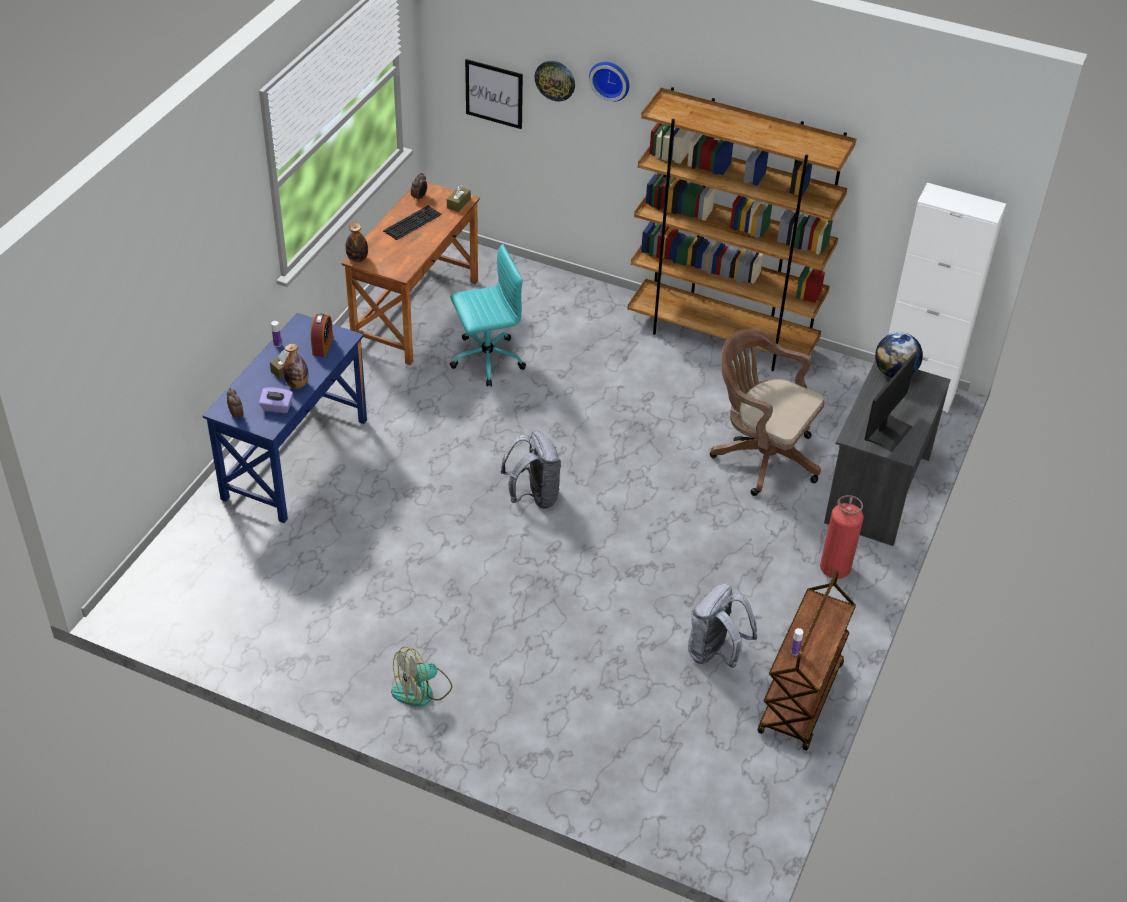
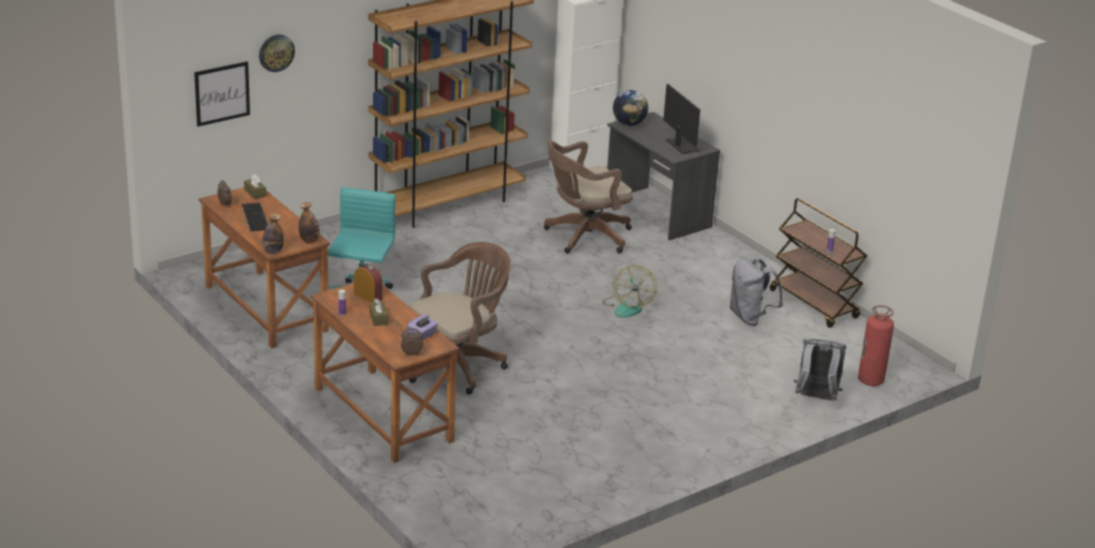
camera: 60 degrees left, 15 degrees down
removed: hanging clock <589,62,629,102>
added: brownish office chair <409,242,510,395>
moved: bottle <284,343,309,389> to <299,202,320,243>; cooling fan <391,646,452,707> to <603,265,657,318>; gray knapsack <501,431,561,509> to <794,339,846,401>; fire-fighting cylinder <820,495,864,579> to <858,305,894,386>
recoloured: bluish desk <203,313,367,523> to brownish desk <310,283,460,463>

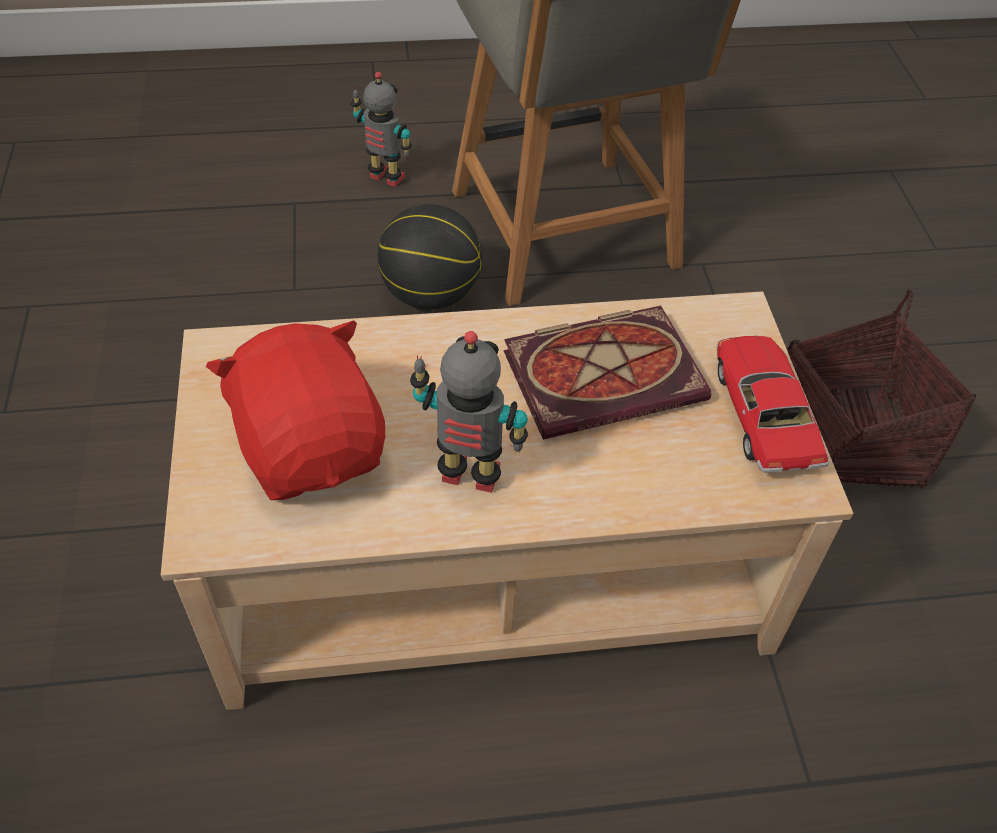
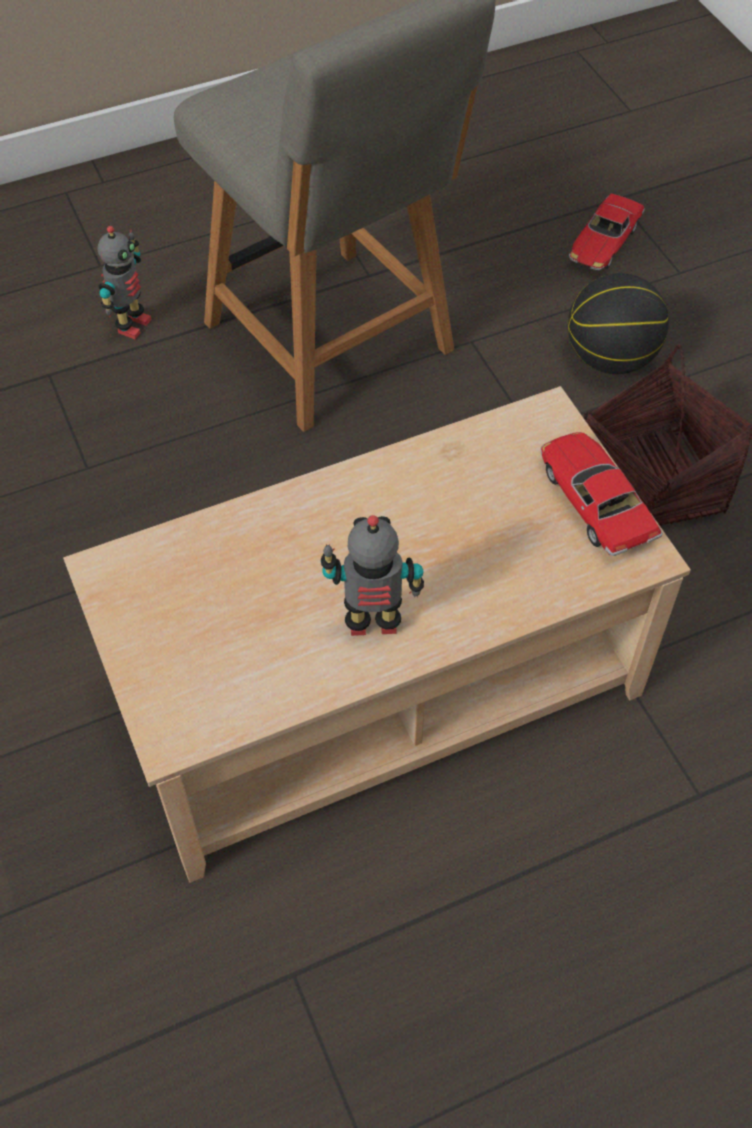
camera: 15 degrees left, 5 degrees up
removed: reddish soft toy <206,320,385,500>; book <504,306,711,440>
added: toy car <569,194,645,270>
moved: ball for basketball <378,204,482,310> to <567,273,669,374>
turned: toy robot <351,72,412,187> = <97,226,152,339> 105 degrees clockwise

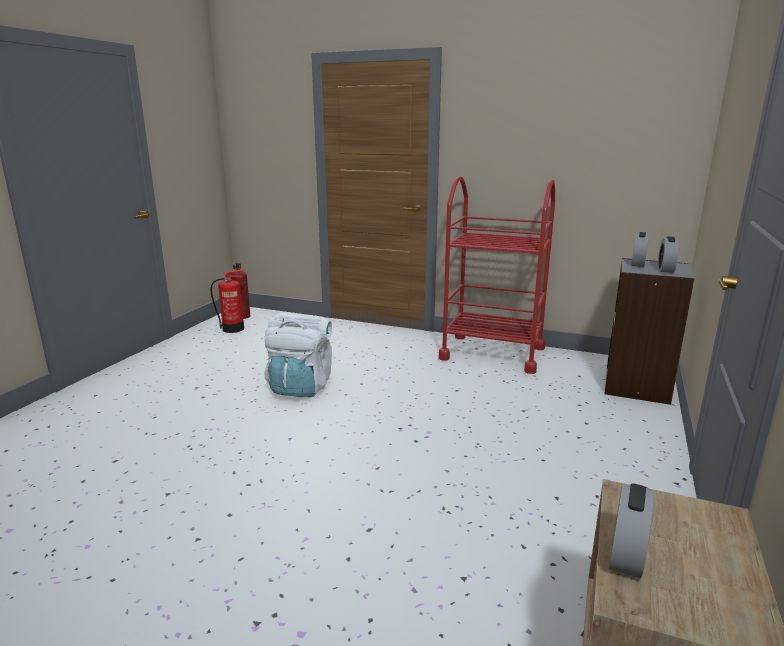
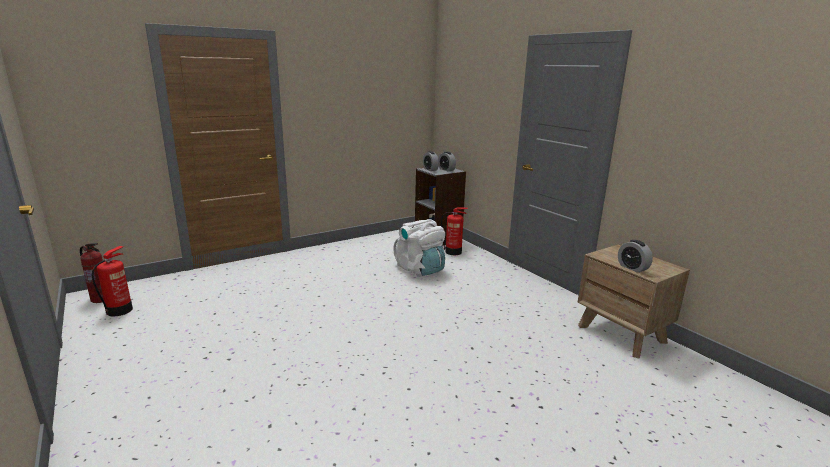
camera: 55 degrees left, 0 degrees up
removed: reddish cart <439,176,555,374>
added: fire-fighting cylinder <441,207,468,255>
moved: white-coloured knapsack <264,313,332,398> to <393,219,445,277>

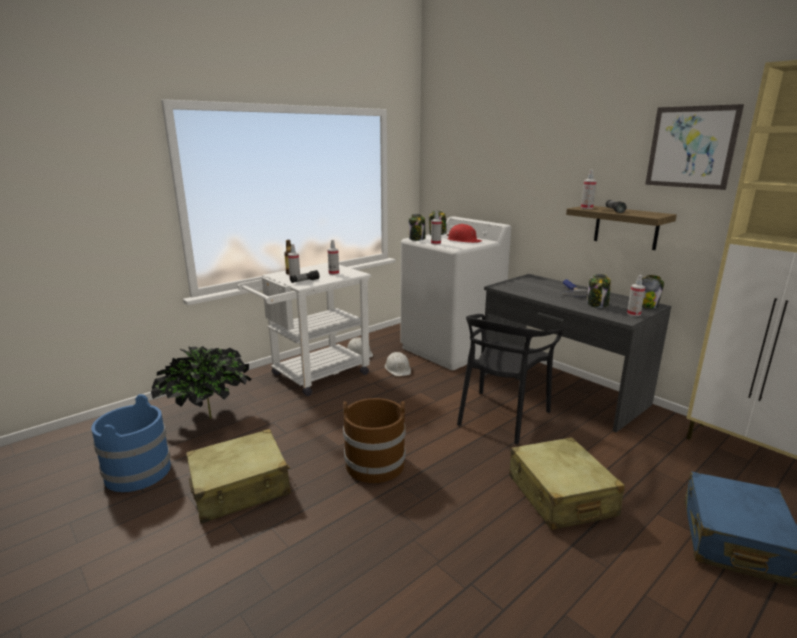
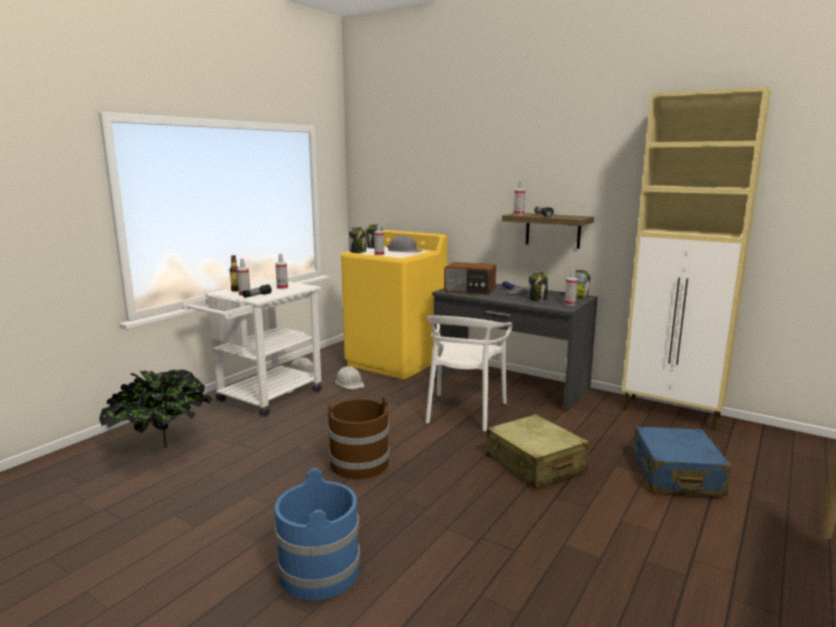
camera: 15 degrees left, 5 degrees down
removed: sand-coloured piece of luggage <186,429,291,524>; wall art <645,104,744,190>
added: radio receiver <444,262,496,295>
moved: bluish pail <91,394,171,492> to <274,468,360,600>
recoloured: white-coloured washing machine <401,216,511,370> to yellow-coloured washing machine <341,230,447,379>; reddish work helmet <447,224,482,243> to gray work helmet <386,235,422,252>; blackish upright chair <457,314,563,444> to white-coloured upright chair <426,316,512,431>

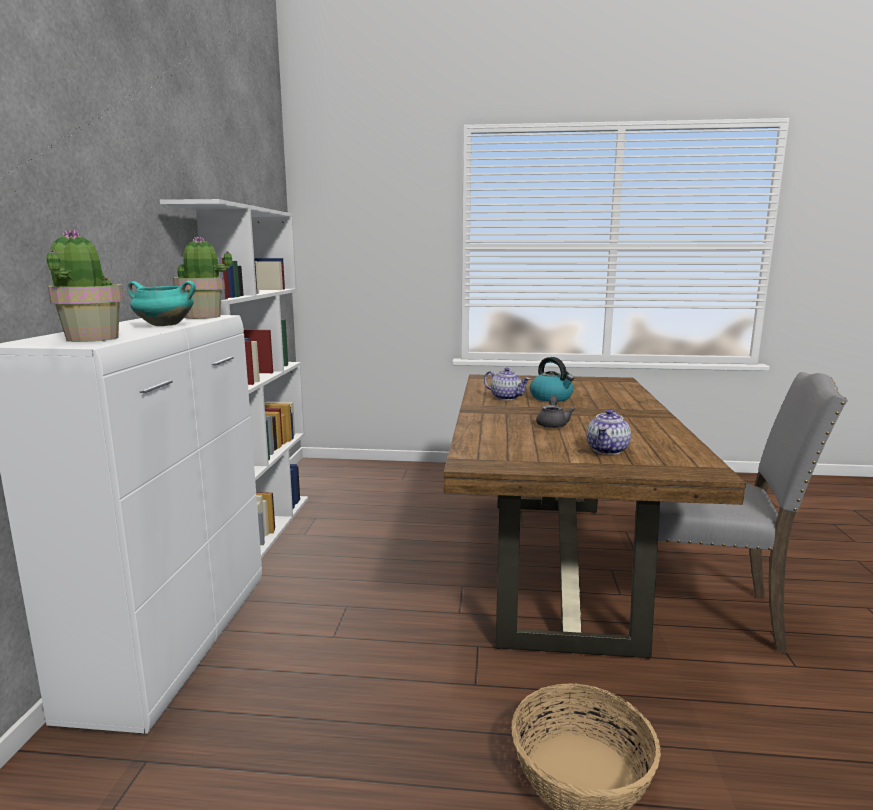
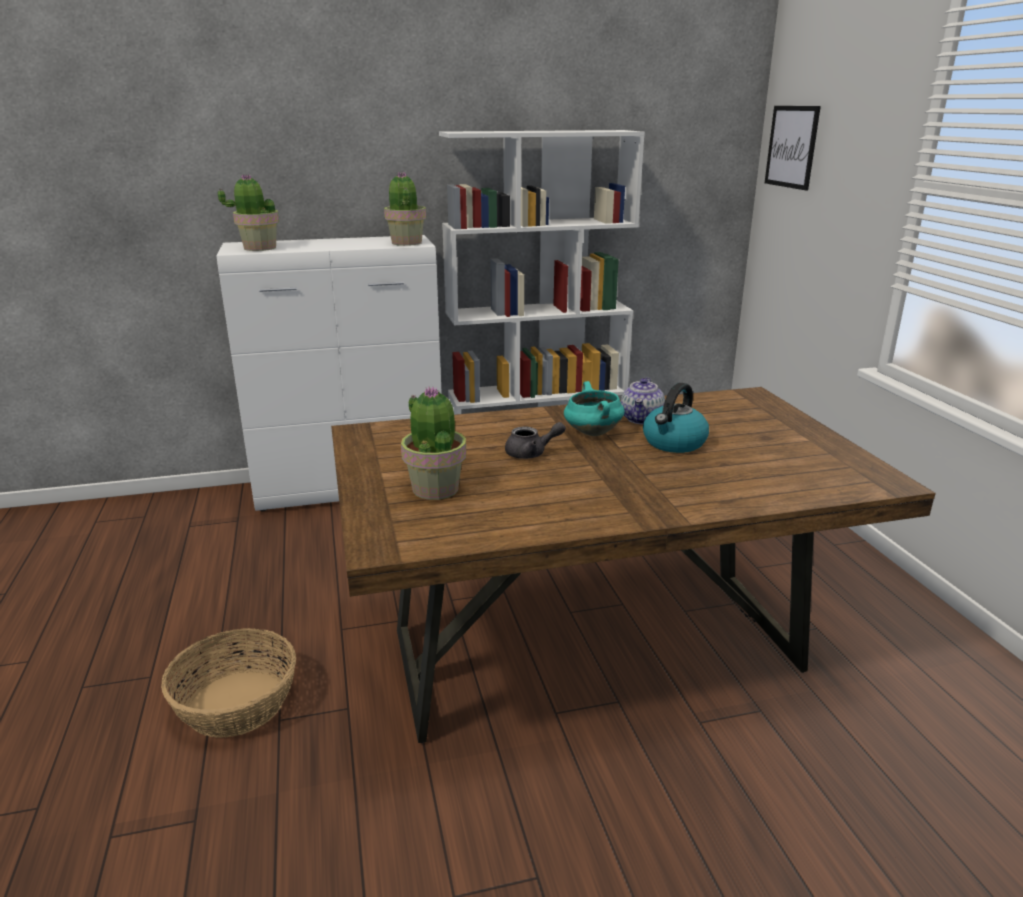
camera: 70 degrees right, 10 degrees up
removed: gray upright chair <632,372,848,653>
added: wall art <765,106,821,190>
moved: turquoise-coloured stockpot <127,281,196,326> to <564,381,625,436>
replaced: tea pot <586,409,631,455> to houseplant <401,387,466,500>

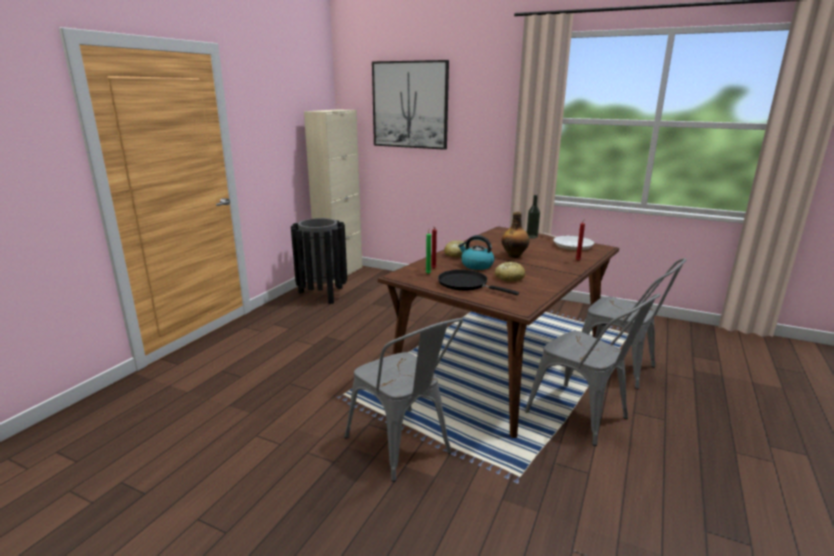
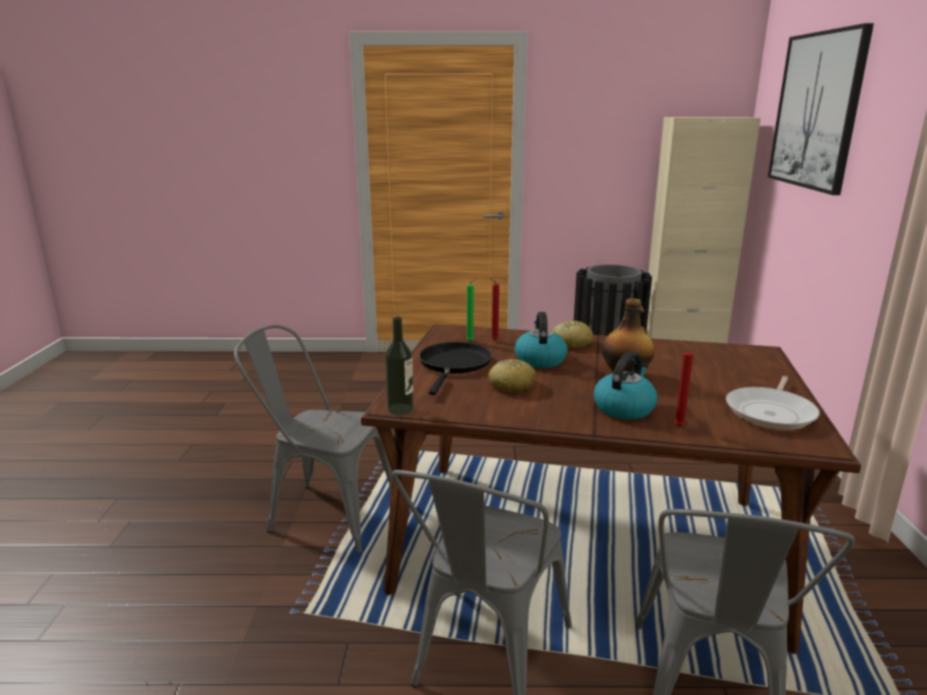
camera: 65 degrees right, 0 degrees up
added: kettle <593,352,657,419>
moved: bottle <526,195,540,239> to <385,317,414,415>
turned: gray upright chair <344,318,463,482> = <234,325,392,553> 75 degrees clockwise

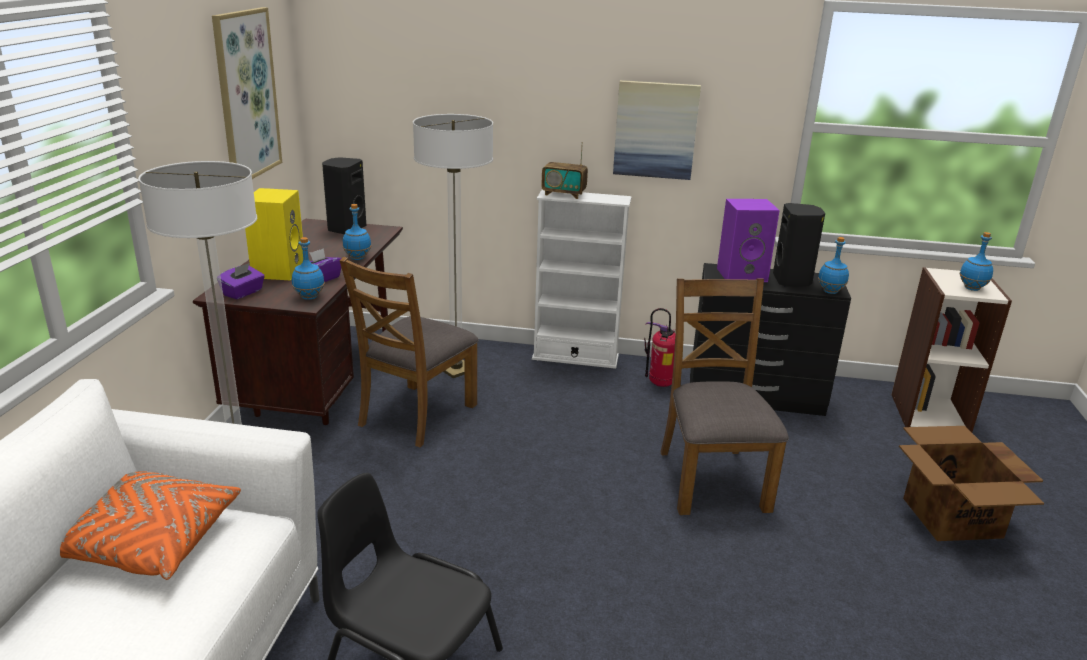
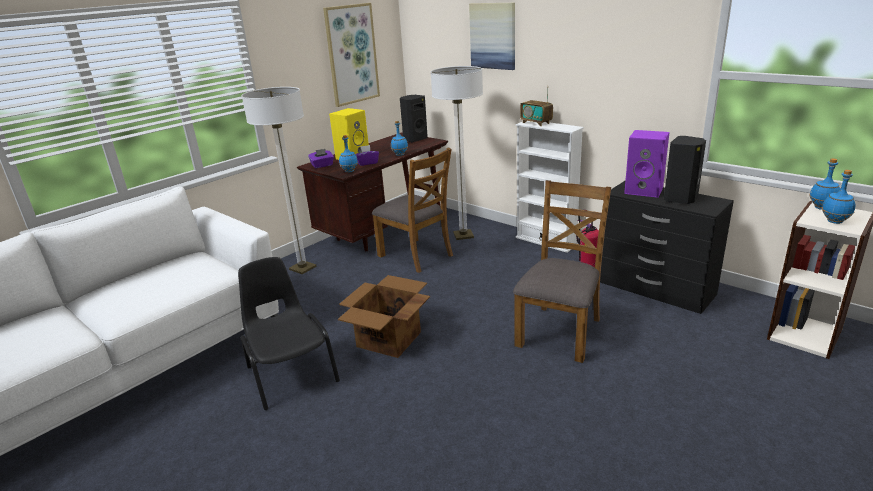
camera: 35 degrees right, 0 degrees up
removed: orange-coloured pillow <60,471,241,580>
moved: wall art <613,80,701,180> to <469,3,515,70>; bluish bottle <818,237,849,294> to <810,158,840,210>; cardboard box <899,426,1044,541> to <338,275,430,358>
turned: brownish upright chair <339,257,479,447> = <372,147,453,273> 105 degrees counterclockwise

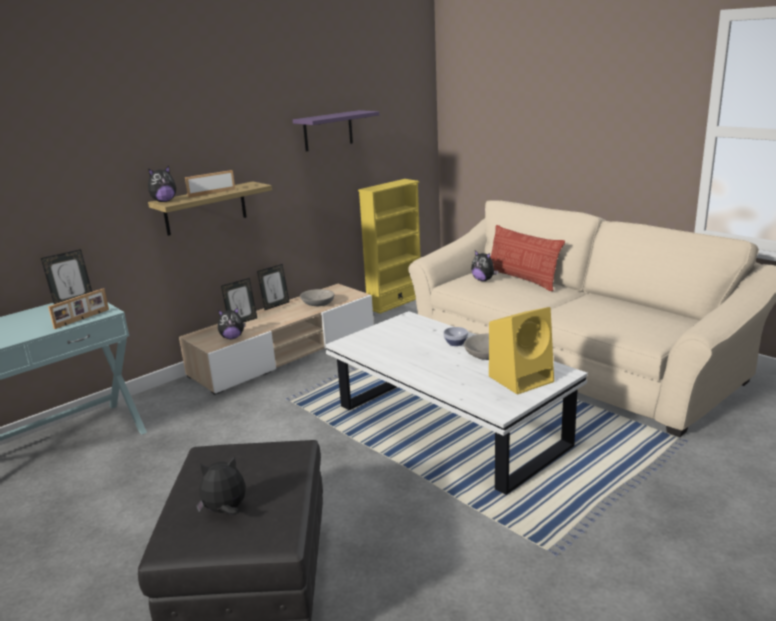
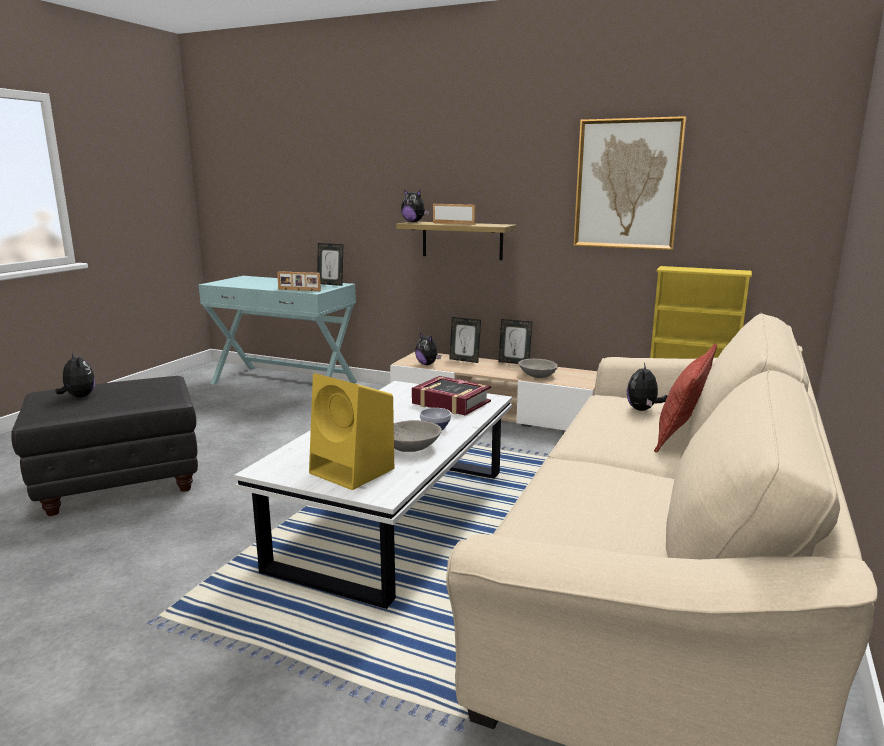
camera: 65 degrees right, 5 degrees down
added: book <412,376,491,415>
replaced: purplish wall shelf <293,110,379,152> to wall art <573,116,686,250>

